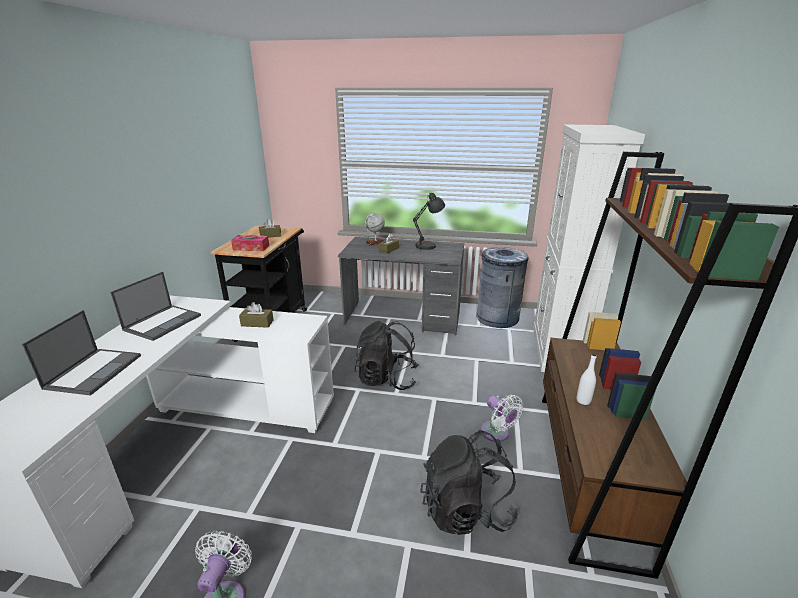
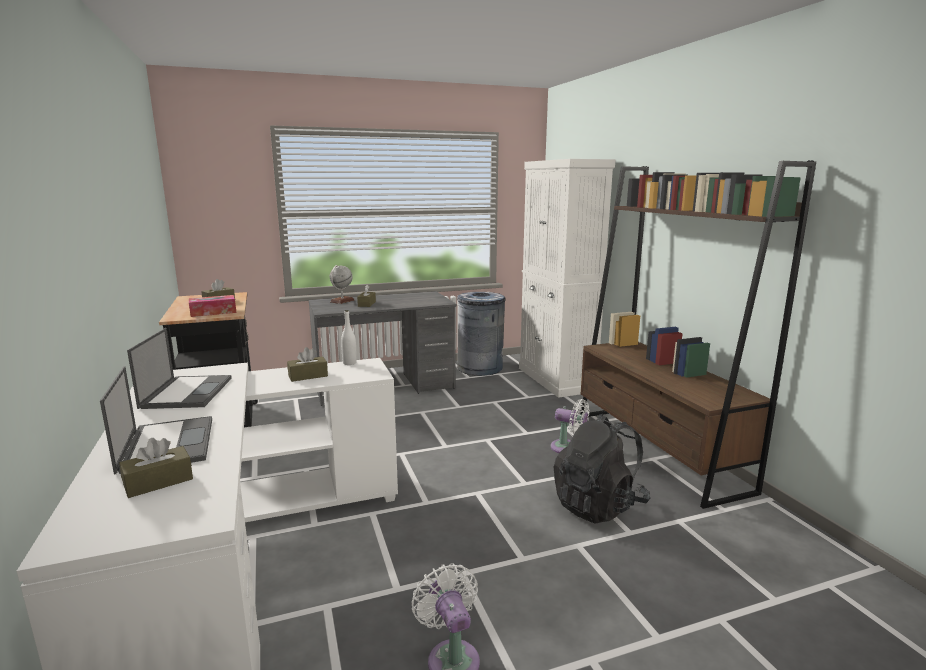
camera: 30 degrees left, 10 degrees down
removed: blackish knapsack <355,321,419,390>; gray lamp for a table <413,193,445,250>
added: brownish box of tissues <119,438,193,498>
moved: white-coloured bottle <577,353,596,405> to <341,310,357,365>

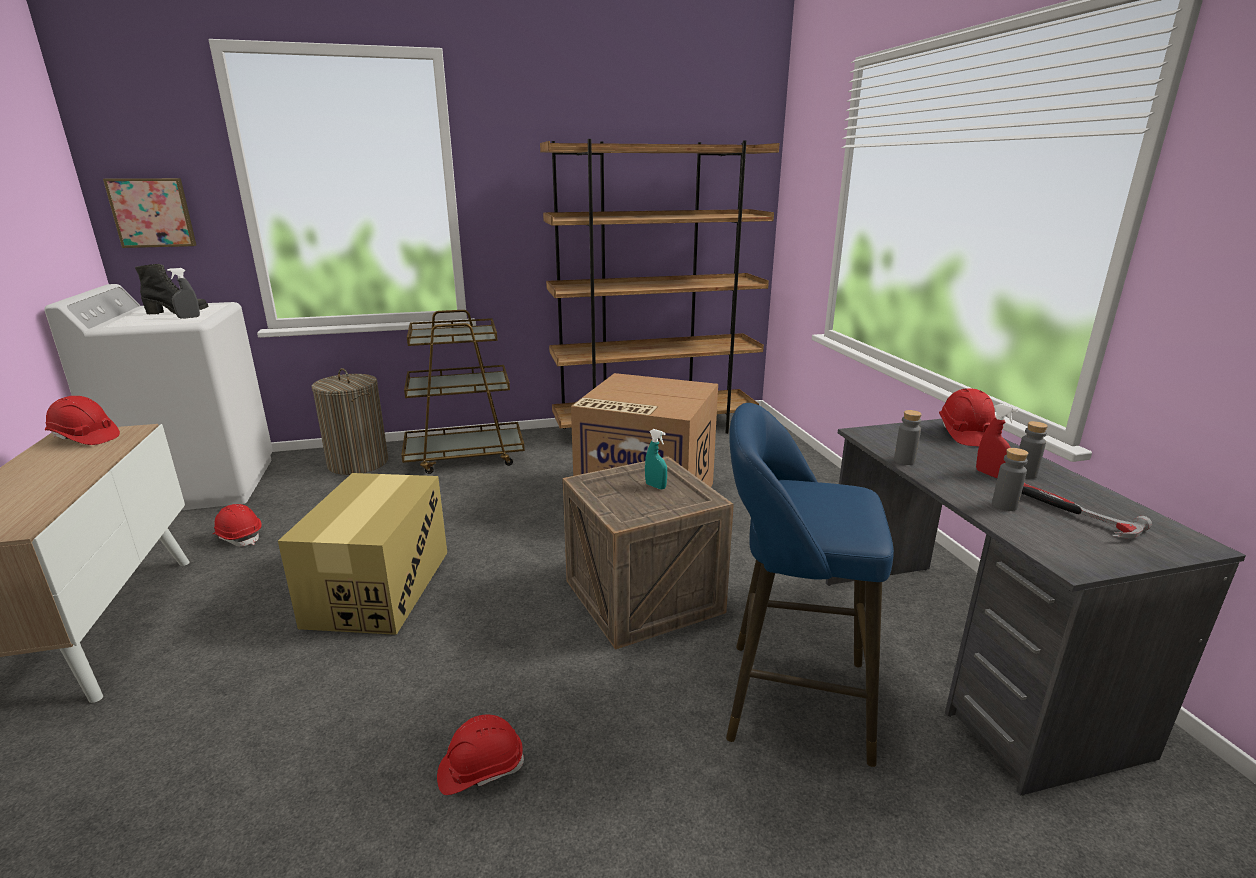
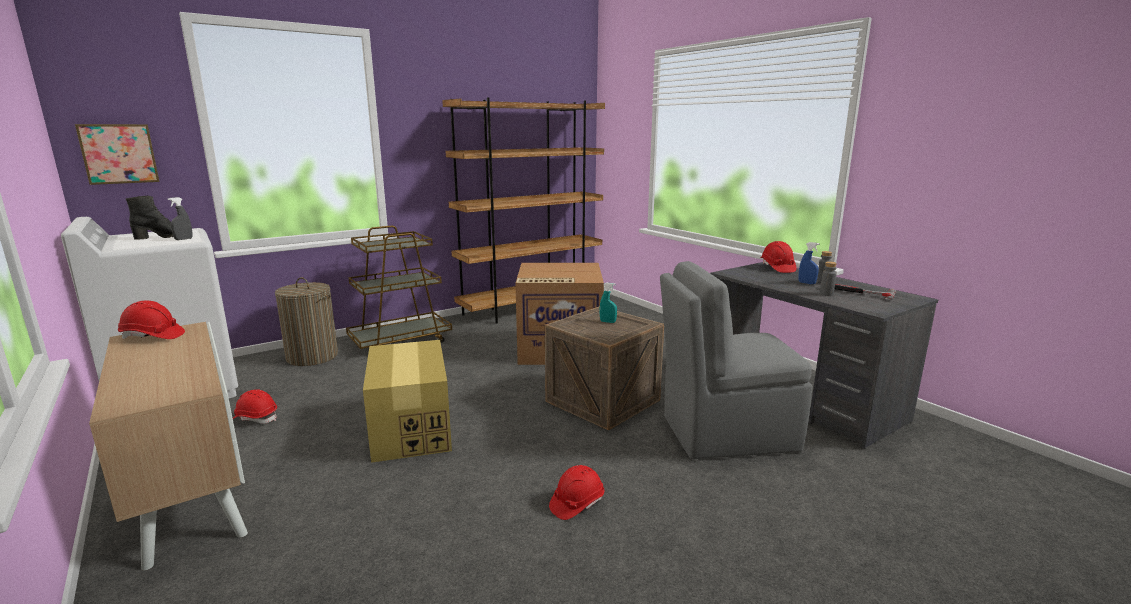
camera: 20 degrees left, 5 degrees down
removed: gray bottle <894,410,922,465>
replaced: bluish sitting stool <726,403,894,767> to gray upright chair <660,261,813,459>
recoloured: reddish hand sprayer <976,404,1018,478> to bluish hand sprayer <799,242,820,284>

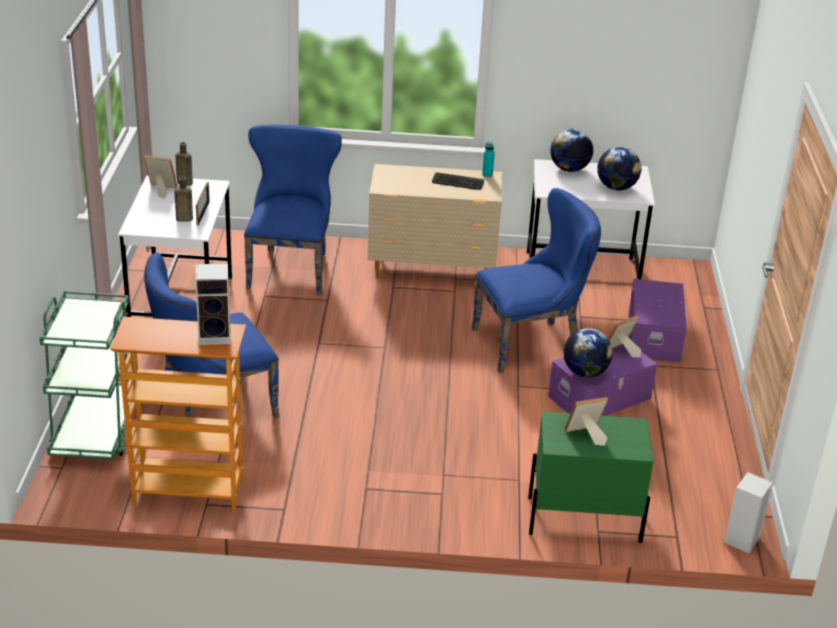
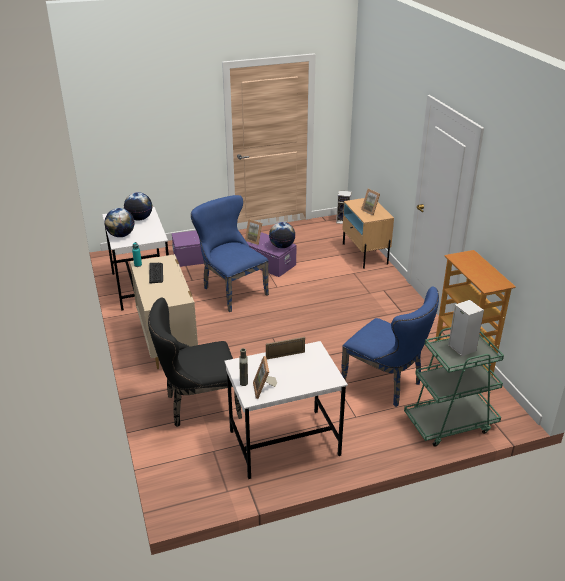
camera: 110 degrees left, 0 degrees up
removed: brownish bottle <175,177,193,222>
moved: audio speaker <195,264,231,345> to <448,300,484,357>
recoloured: bluish upright chair <244,125,342,295> to blackish upright chair <148,297,242,427>; green nightstand <528,412,653,543> to sand-coloured nightstand <342,198,394,269>

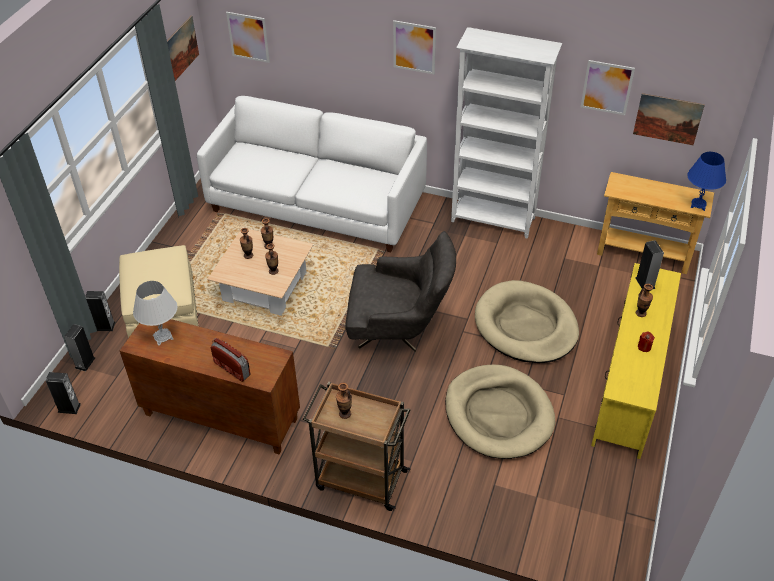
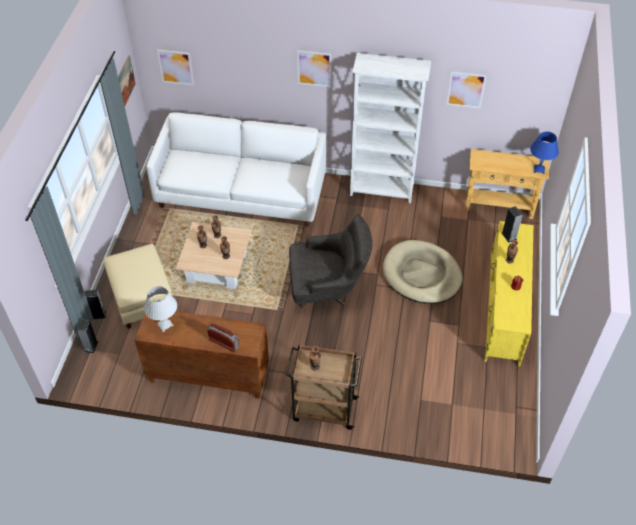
camera: 10 degrees left, 5 degrees up
removed: audio speaker <46,372,81,414>; sand-coloured pet bed <445,365,555,459>; wall art <633,93,705,145>

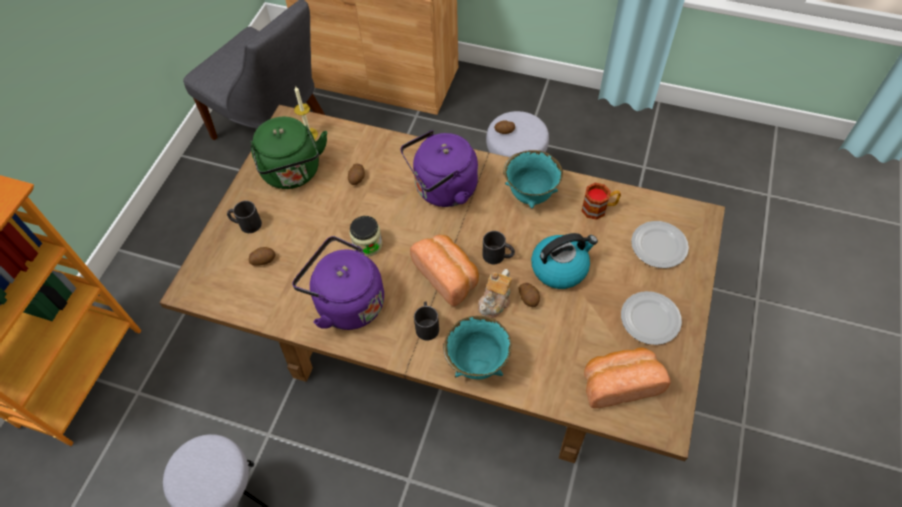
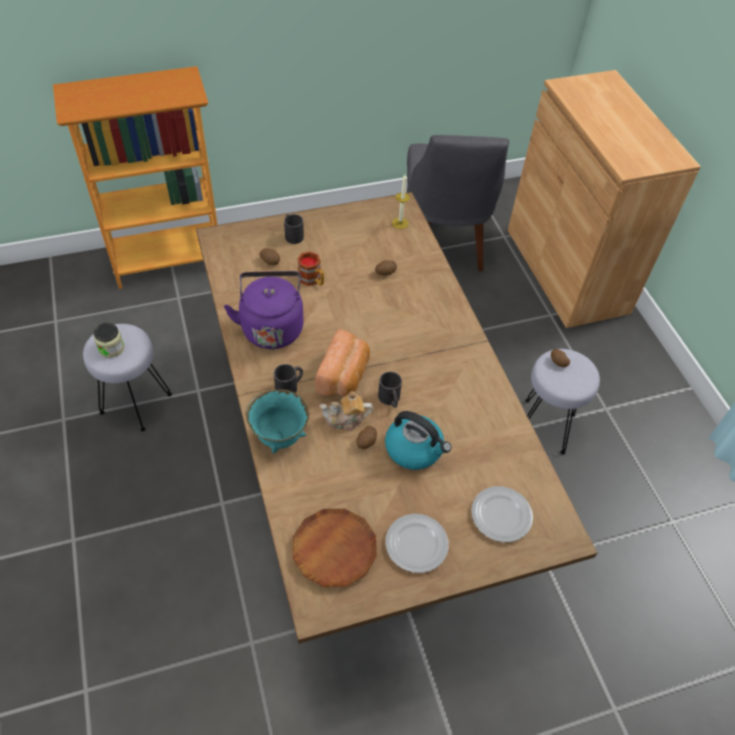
camera: 50 degrees right, 5 degrees down
removed: green kettle <250,117,327,189>; purplish kettle <401,130,478,207>; turquoise-coloured bowl <503,150,563,208>
moved: jar <349,216,383,257> to <94,323,125,358>; tea mug <582,183,621,220> to <297,252,324,286>
replaced: baked bread <584,347,671,408> to brownish dinner plate <292,509,377,587>

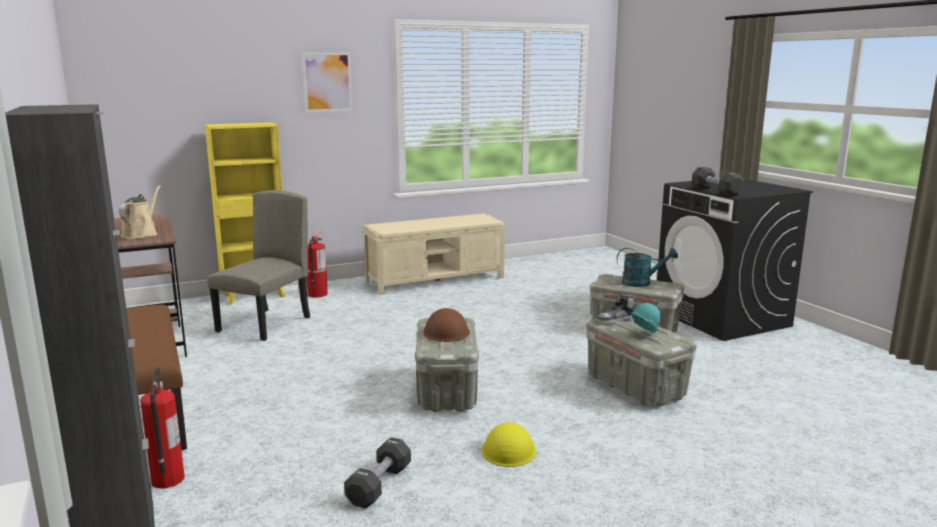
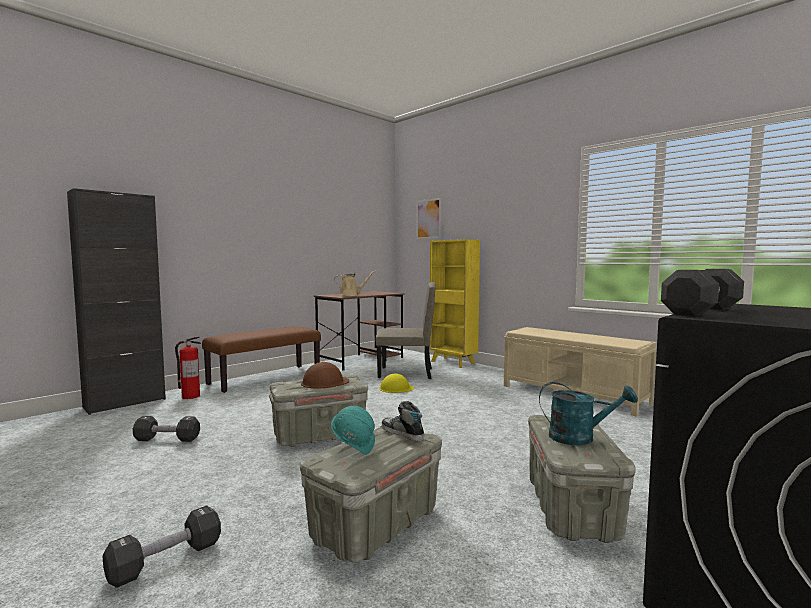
camera: 70 degrees right, 10 degrees down
removed: fire-fighting cylinder <307,231,328,297>
added: blackish hand weight <103,505,221,588>
moved: wall art <302,52,353,112> to <416,198,441,239>; yellow-coloured work helmet <482,422,536,467> to <379,373,414,393>
turned: turquoise-coloured watering pot <617,248,678,287> = <539,382,638,446> 60 degrees counterclockwise

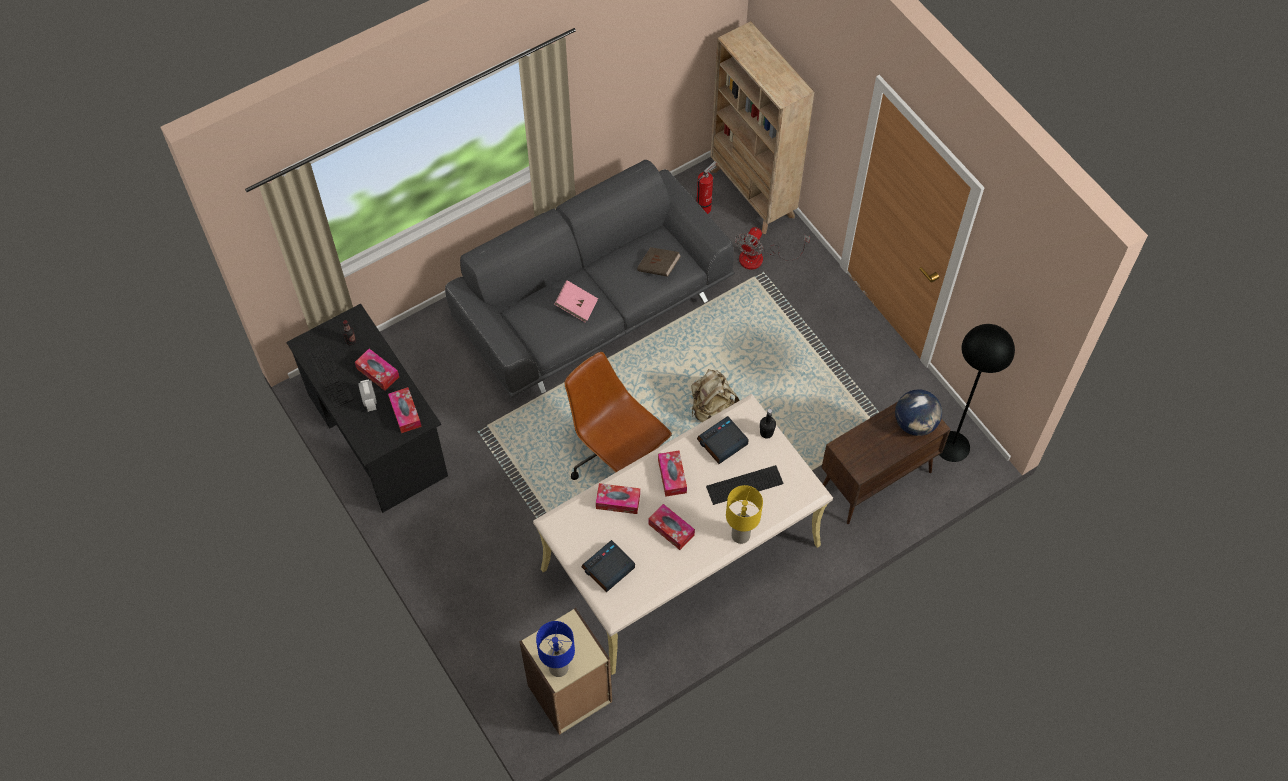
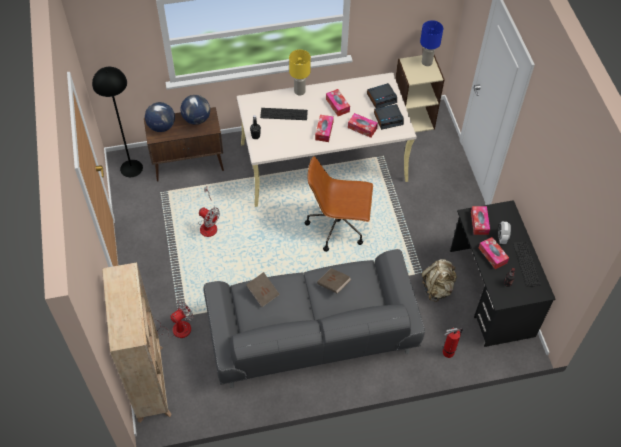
camera: 160 degrees left, 5 degrees down
added: globe <181,95,210,125>; cooling fan <198,186,220,237>
moved: sand-coloured knapsack <691,369,740,422> to <422,259,457,302>; fire-fighting cylinder <696,161,717,214> to <443,328,463,358>; table clock <697,416,749,464> to <374,104,404,130>
recoloured: pink book <554,280,598,323> to brownish book <317,268,351,294>
turned: brownish office chair <564,352,672,480> = <305,156,373,252> 120 degrees clockwise

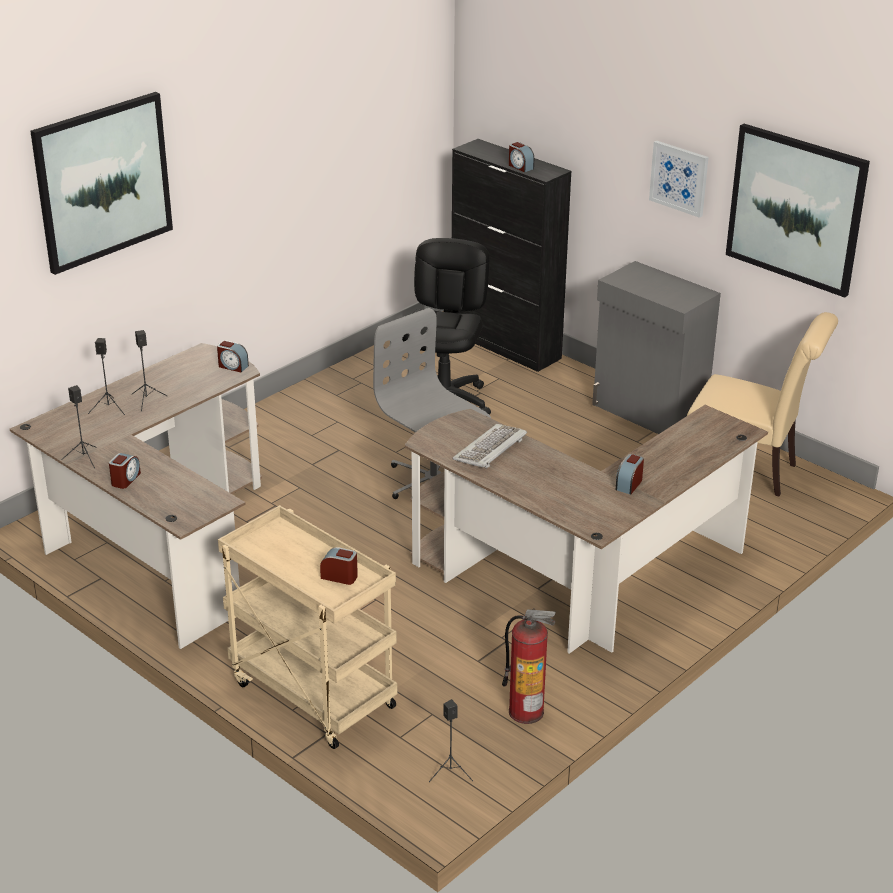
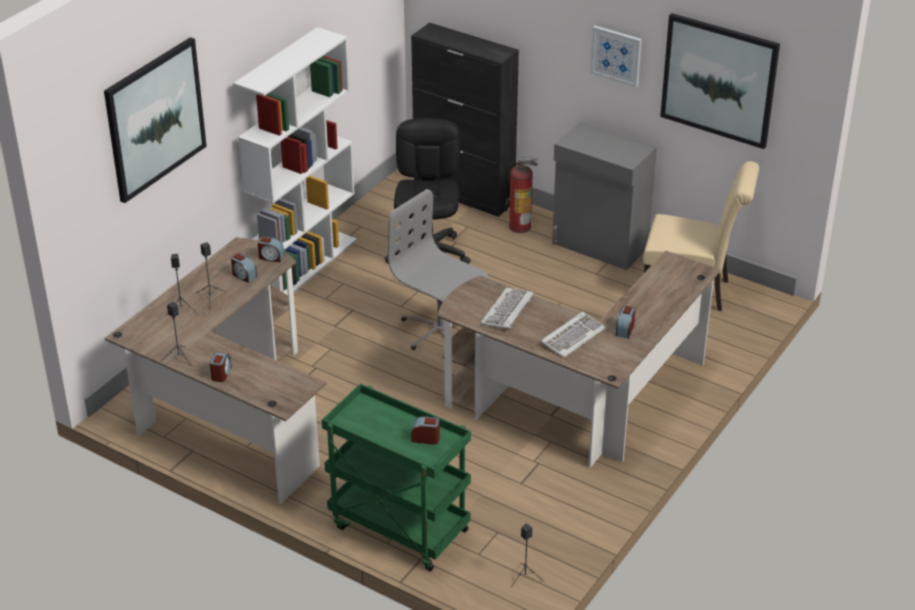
camera: 10 degrees left, 5 degrees up
added: white-coloured bookcase <233,27,357,295>; computer keyboard <540,312,606,358>
moved: fire-fighting cylinder <502,608,556,724> to <504,157,538,233>; table clock <509,142,534,172> to <231,253,257,283>
recoloured: sand-coloured cart <218,505,397,749> to green cart <322,384,471,571>

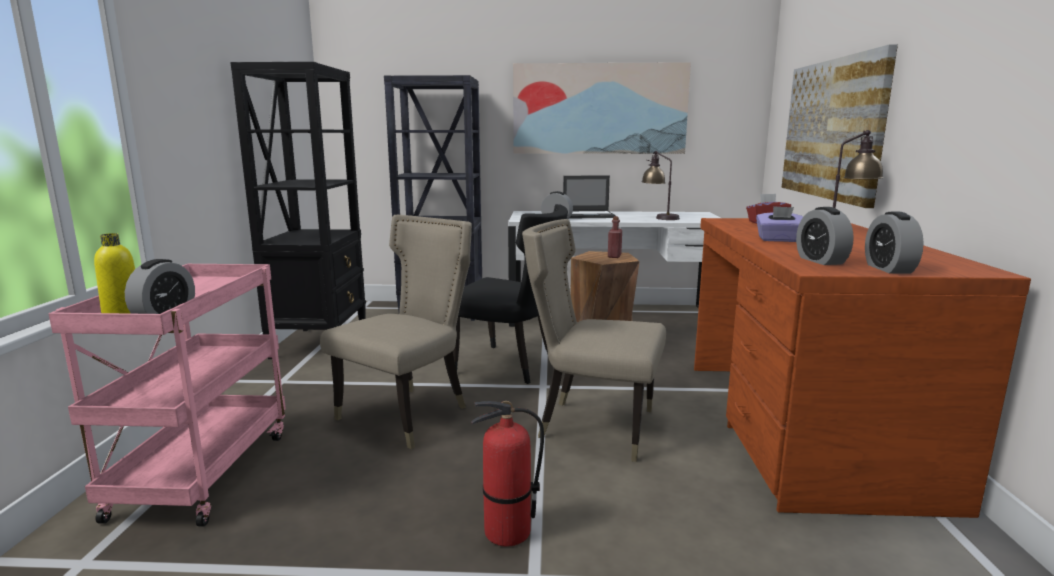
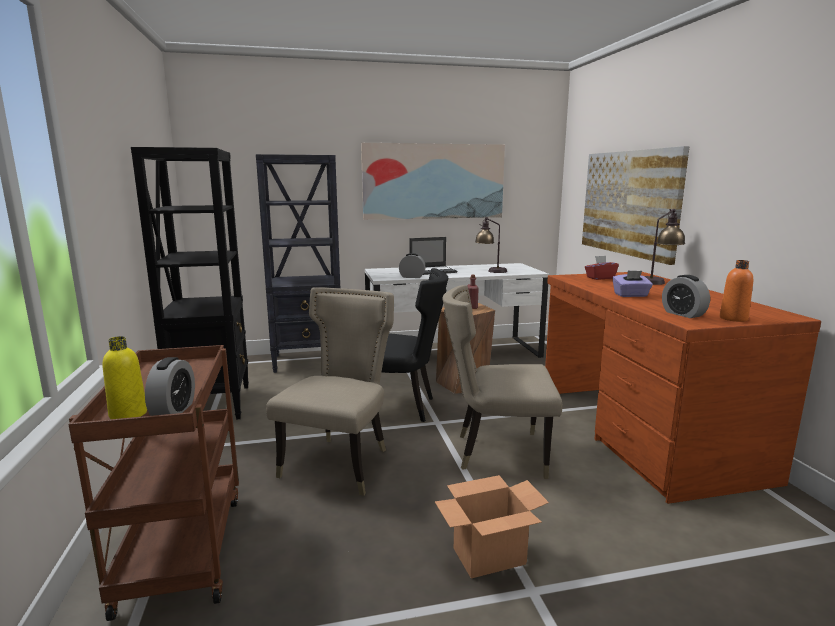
camera: 15 degrees left, 0 degrees up
replaced: fire-fighting cylinder <471,401,544,547> to cardboard box <435,475,549,579>; table clock <865,212,924,273> to orange-coloured bottle <719,260,753,322>
recoloured: pink cart <48,264,286,527> to brownish cart <68,345,239,621>

